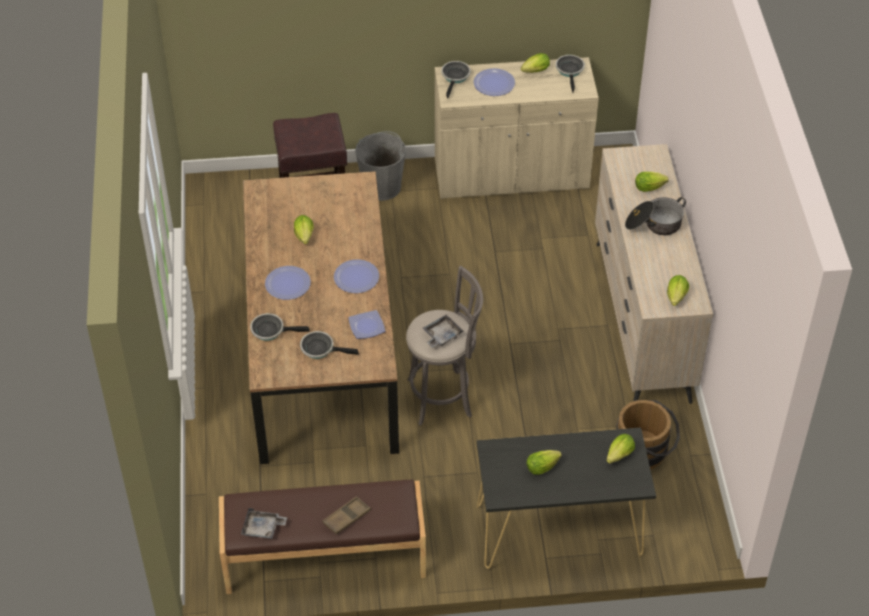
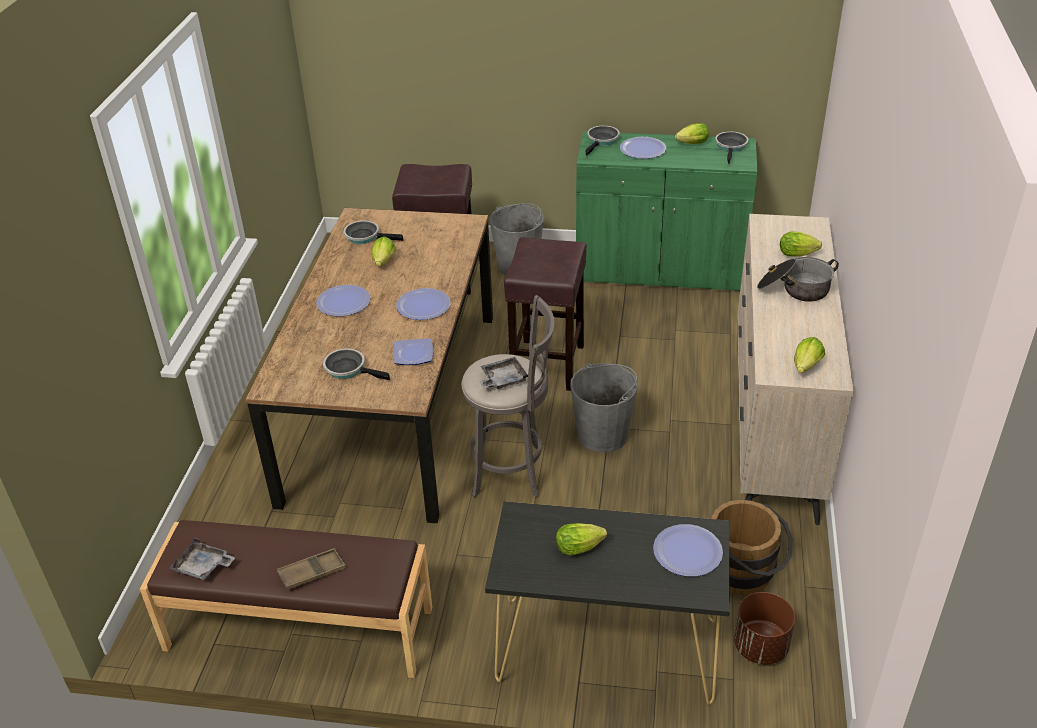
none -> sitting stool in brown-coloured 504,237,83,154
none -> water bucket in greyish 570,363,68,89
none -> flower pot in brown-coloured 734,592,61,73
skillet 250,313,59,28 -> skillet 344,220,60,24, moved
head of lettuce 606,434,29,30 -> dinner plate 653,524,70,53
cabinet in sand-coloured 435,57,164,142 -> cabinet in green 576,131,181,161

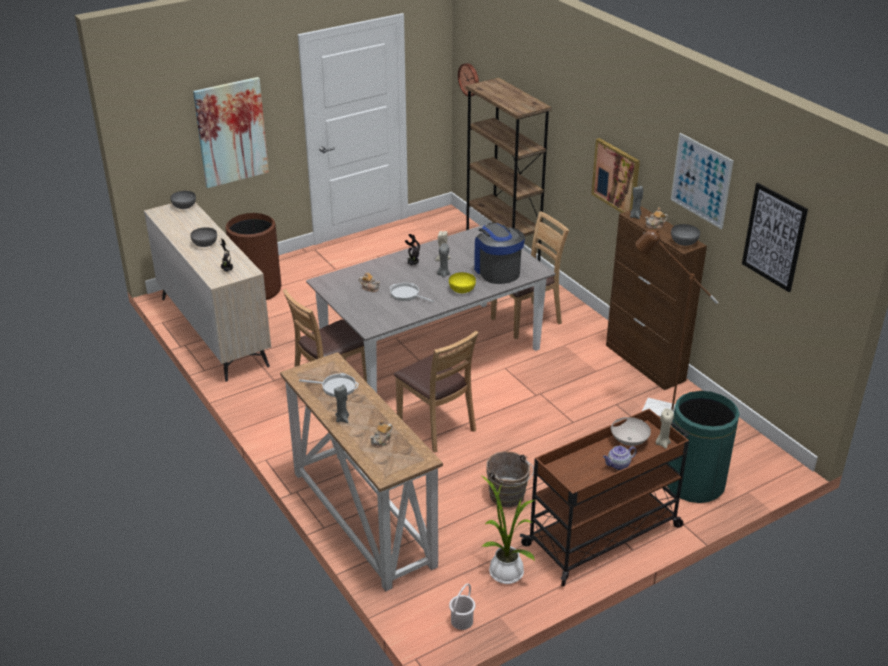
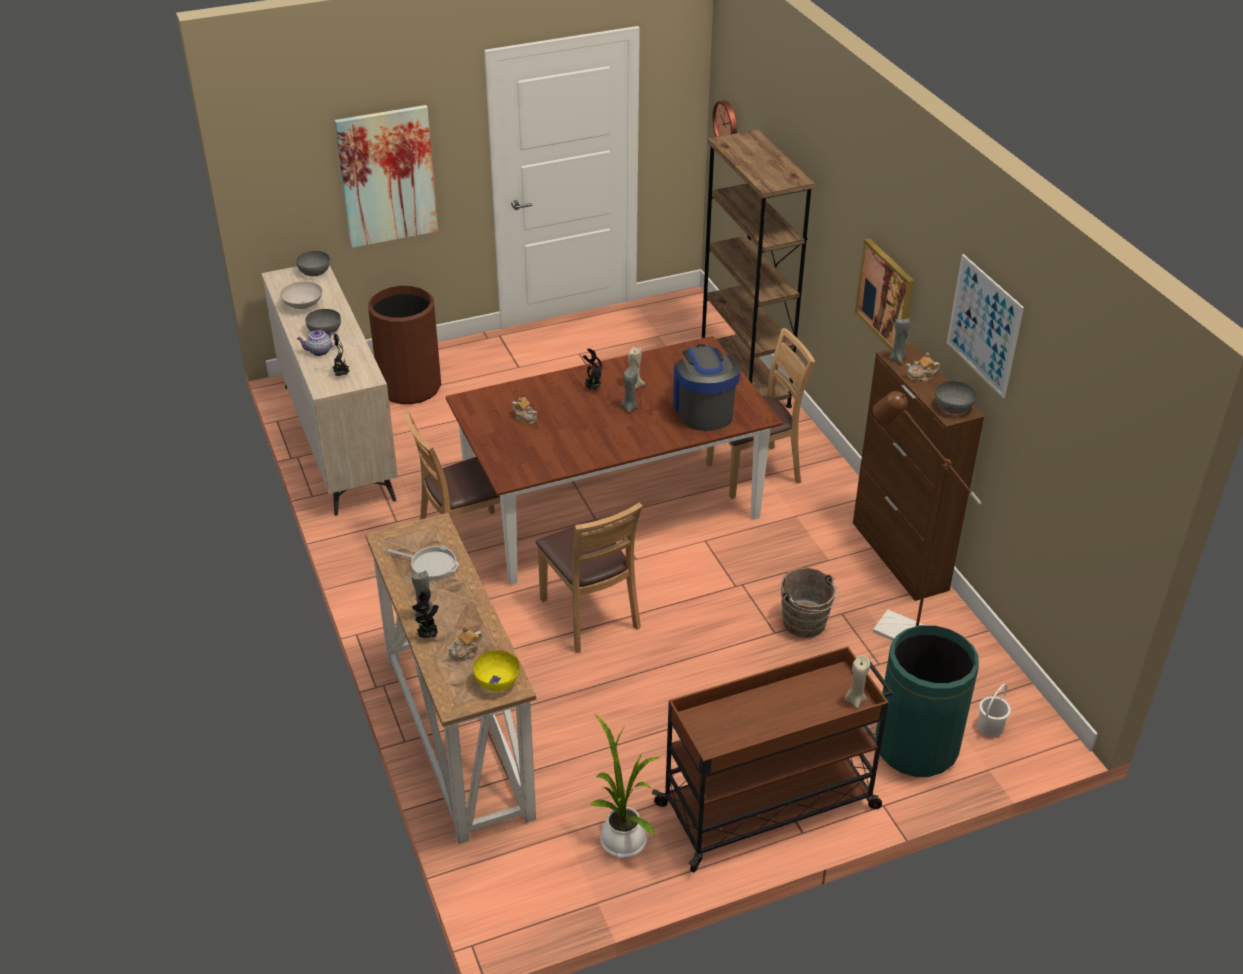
skillet 389,283,45,19 -> none
wall picture 742,183,66,109 -> none
none -> potted plant 412,587,27,51
serving bowl in yellow 449,272,27,21 -> serving bowl in yellow 473,650,47,41, moved
water bucket in white 449,583,26,47 -> water bucket in white 977,684,34,53, moved
water bucket in brown-coloured 486,451,48,56 -> water bucket in brown-coloured 781,568,59,70, moved
teapot 603,446,34,24 -> teapot 297,330,42,26, moved
serving bowl in white 611,417,40,29 -> serving bowl in white 280,282,42,27, moved
dinner table in greyish 306,224,249,169 -> dinner table in brown-coloured 446,336,337,249

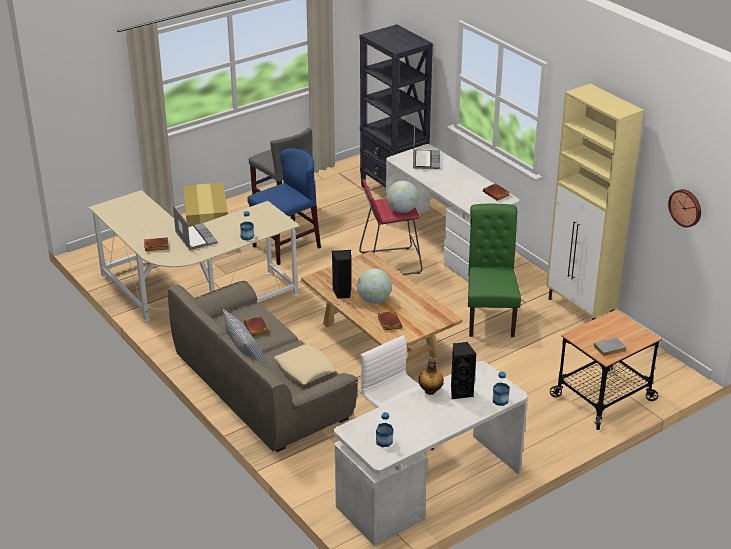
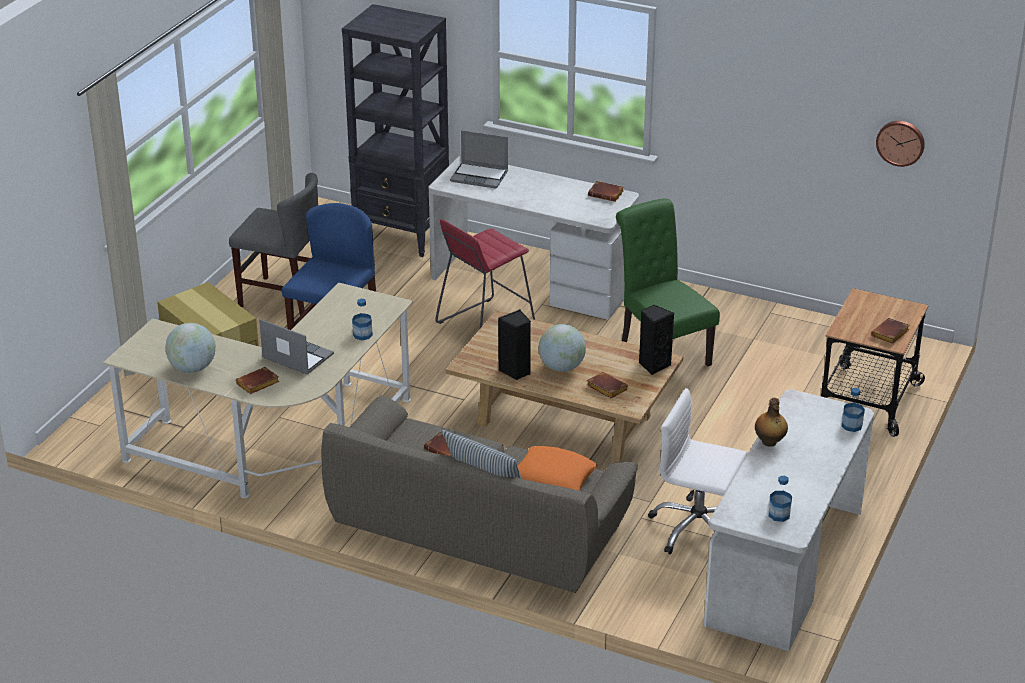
cabinet in sand-coloured 547,84,97,236 -> none
globe 386,181,33,32 -> globe 165,323,51,50, moved
audio speaker in blackish 451,342,25,57 -> audio speaker in blackish 639,304,35,71, moved
pillow in sand-coloured 274,344,61,40 -> pillow in orange 518,446,80,45
book in greyish 594,338,33,19 -> book in brown-coloured 871,318,38,26
portable computer 413,126,27,43 -> portable computer 450,130,58,59, 135 degrees clockwise

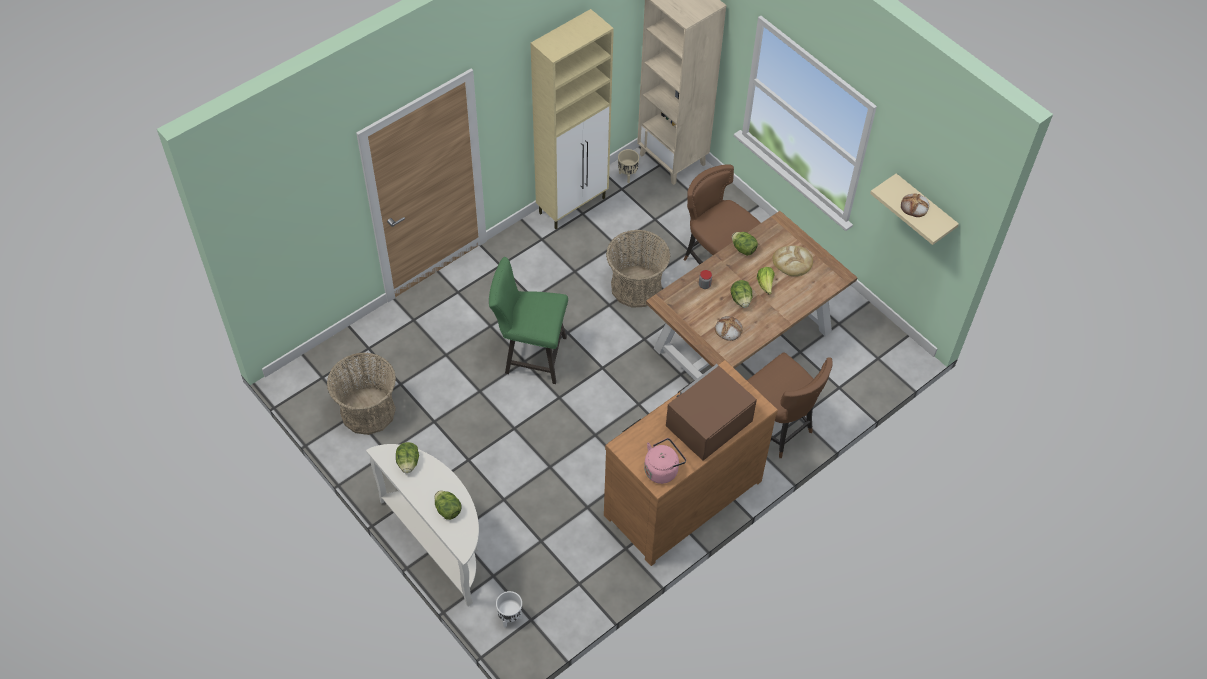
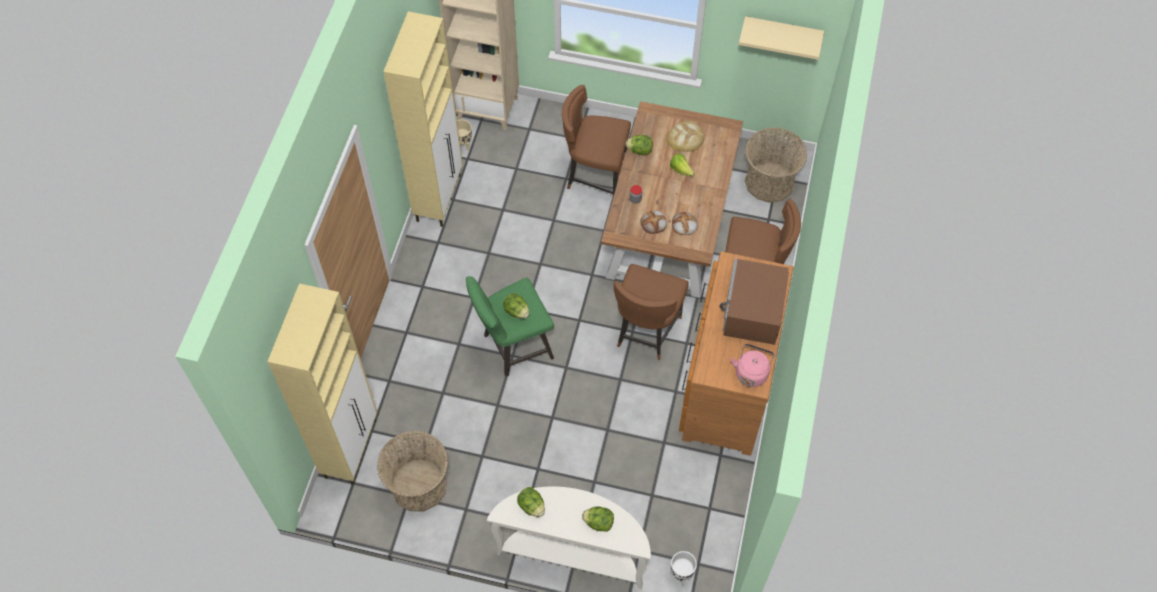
none -> cabinet in sand-coloured 267,283,110,202
none -> plain chair in brown-coloured 614,264,75,96
storage basket 606,230,64,78 -> storage basket 745,128,62,75, moved
head of lettuce 730,280,22,28 -> head of lettuce 503,293,26,26, moved
baked bread 901,193,28,24 -> baked bread 640,211,27,23, moved

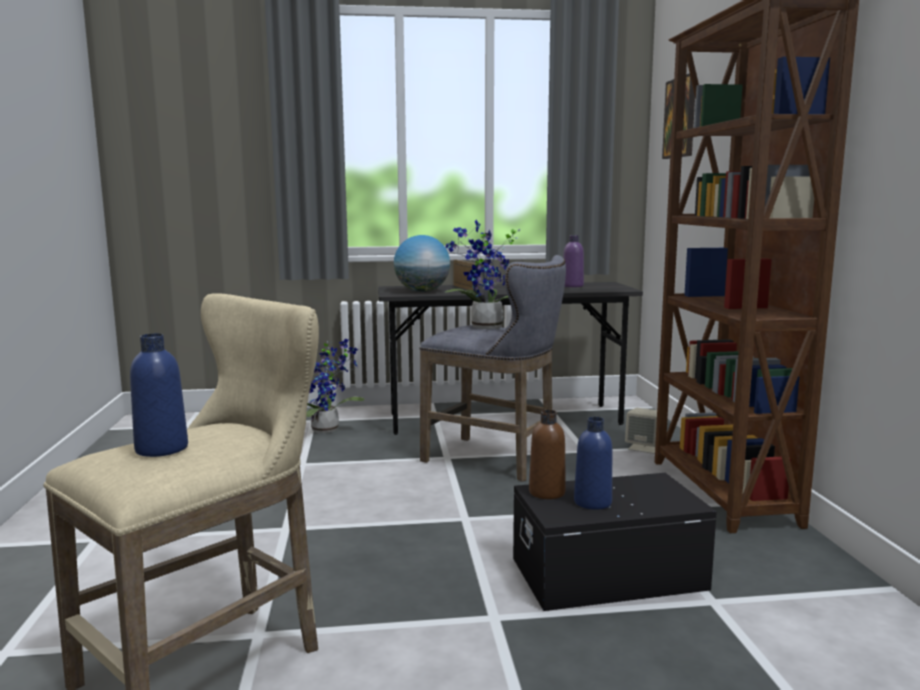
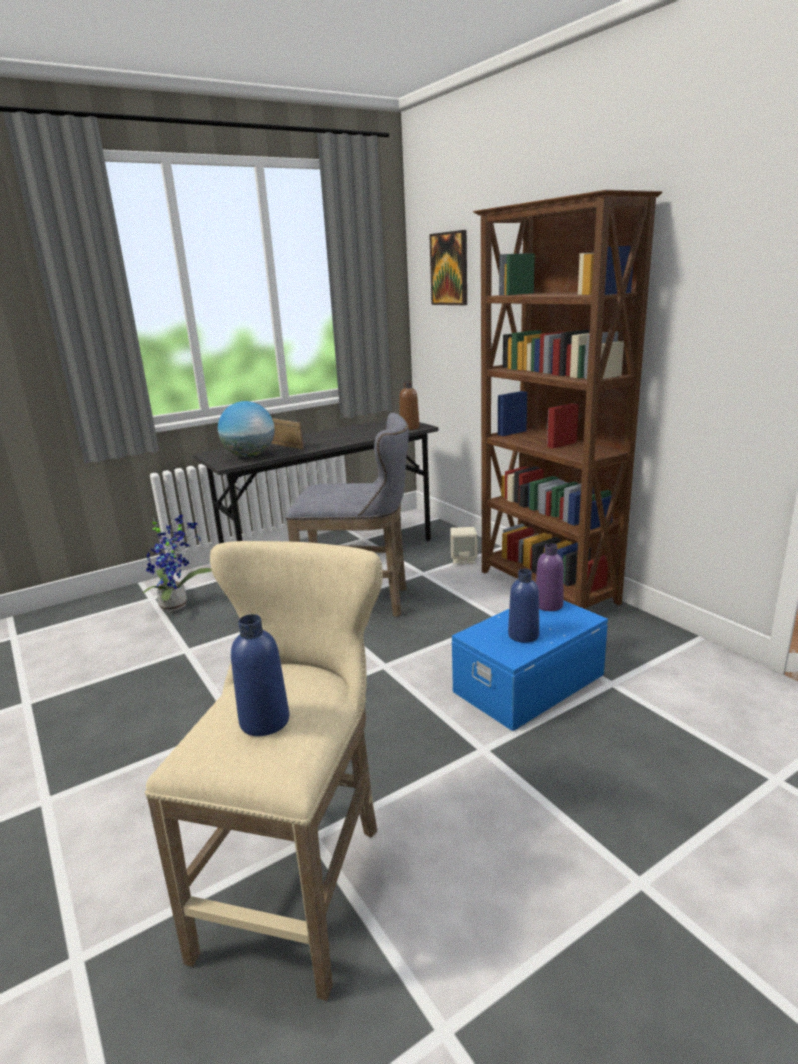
potted plant 445,220,75,109 -> none
drink bottle in brown-coloured 529,410,37,89 -> drink bottle in brown-coloured 399,381,20,49, moved
drink bottle in purple 563,235,21,52 -> drink bottle in purple 536,543,28,68, moved
storage container in blackish 513,473,204,138 -> storage container in blue 452,600,156,131

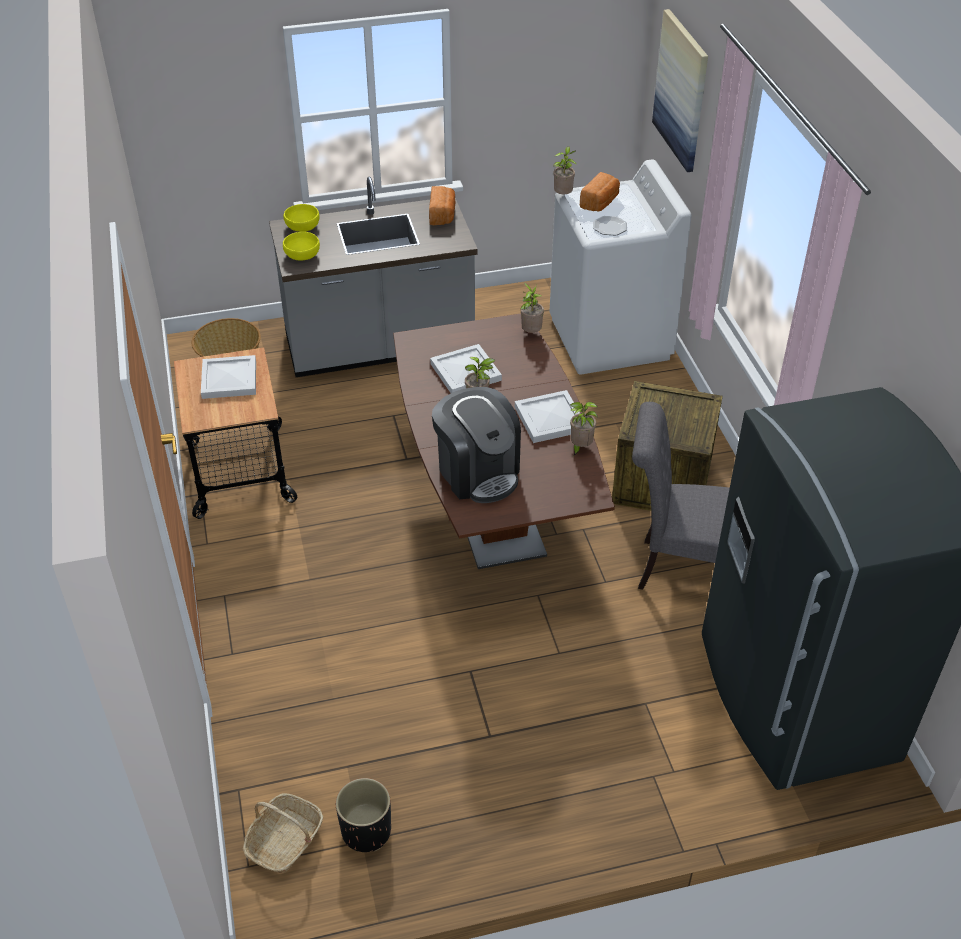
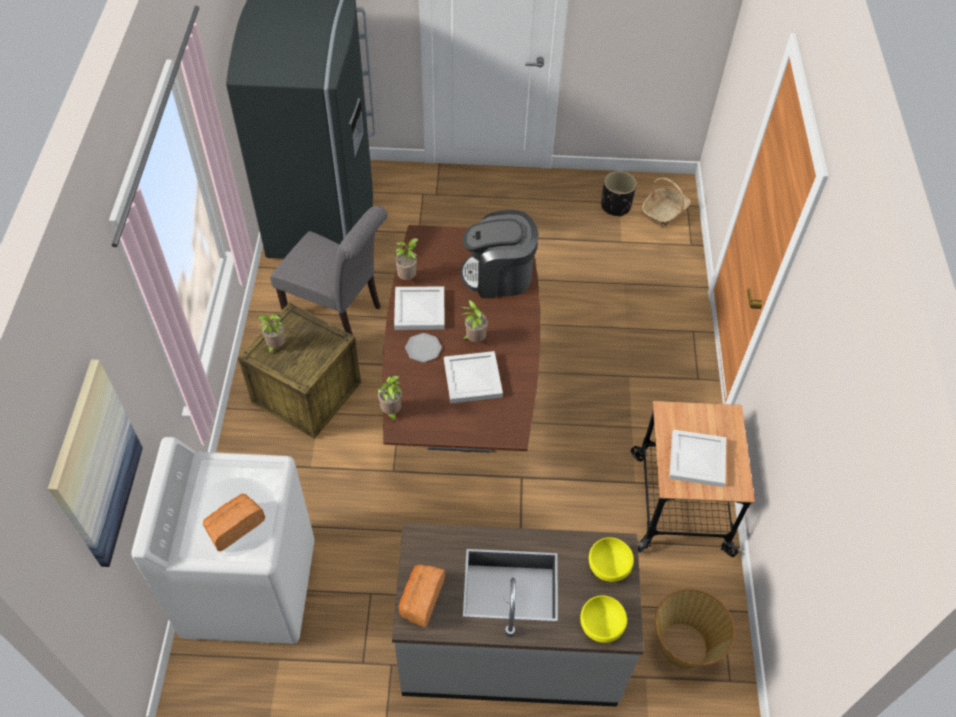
potted plant 553,146,23,48 -> potted plant 257,314,28,41, moved
dinner plate 593,216,34,19 -> dinner plate 405,333,37,30, moved
coffee maker 432,387,89,116 -> coffee maker 460,210,78,88, 75 degrees counterclockwise

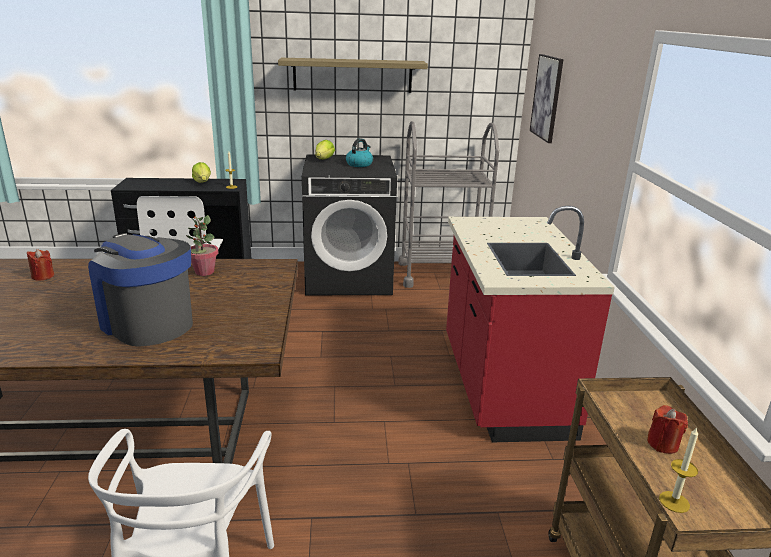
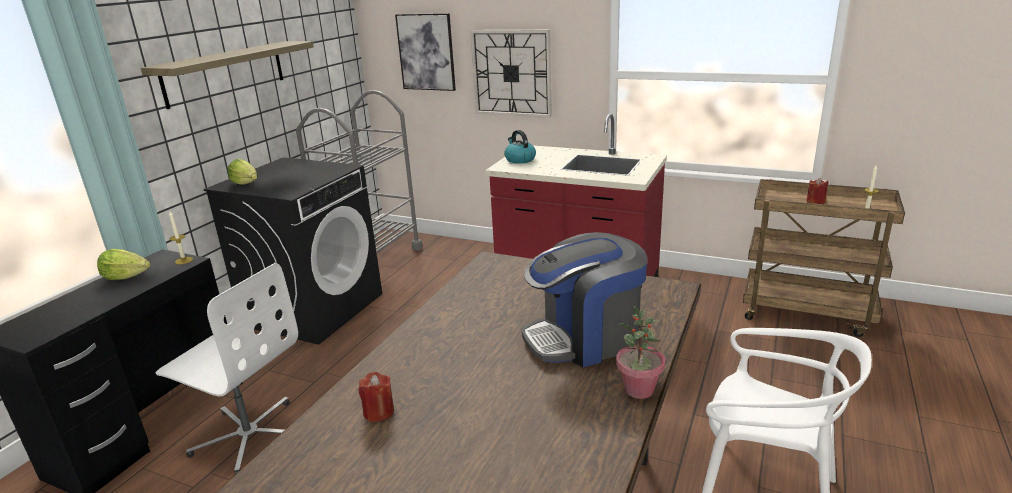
none -> wall clock 470,30,82,88
potted plant 186,215,33,61 -> potted plant 616,306,49,93, moved
tea kettle 346,138,27,29 -> tea kettle 504,130,32,34, moved

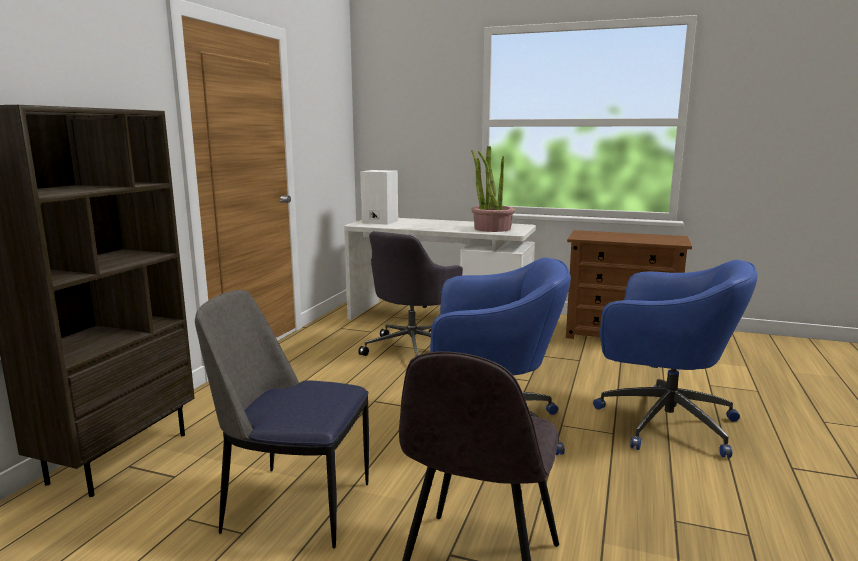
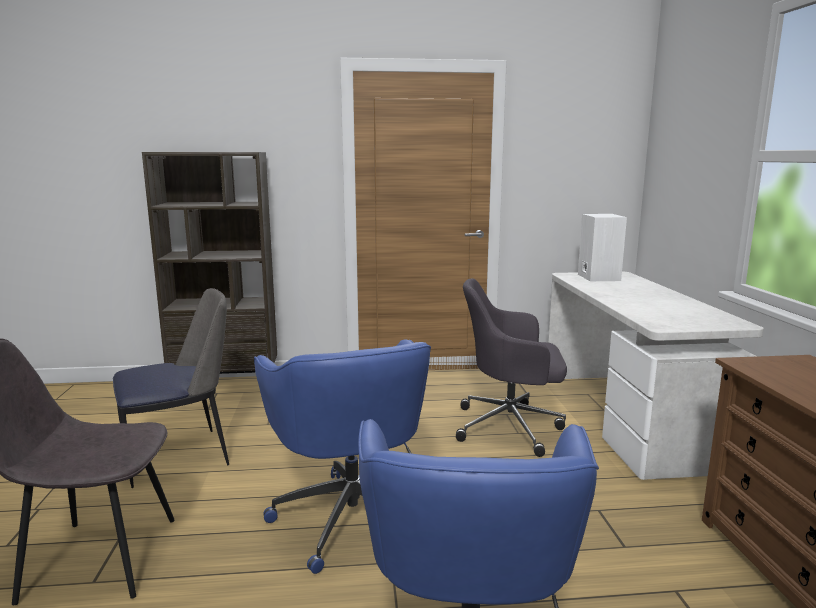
potted plant 471,146,44,86 -> none
plain chair 195,290,174,259 -> plain chair 113,288,116,200, 75 degrees clockwise

